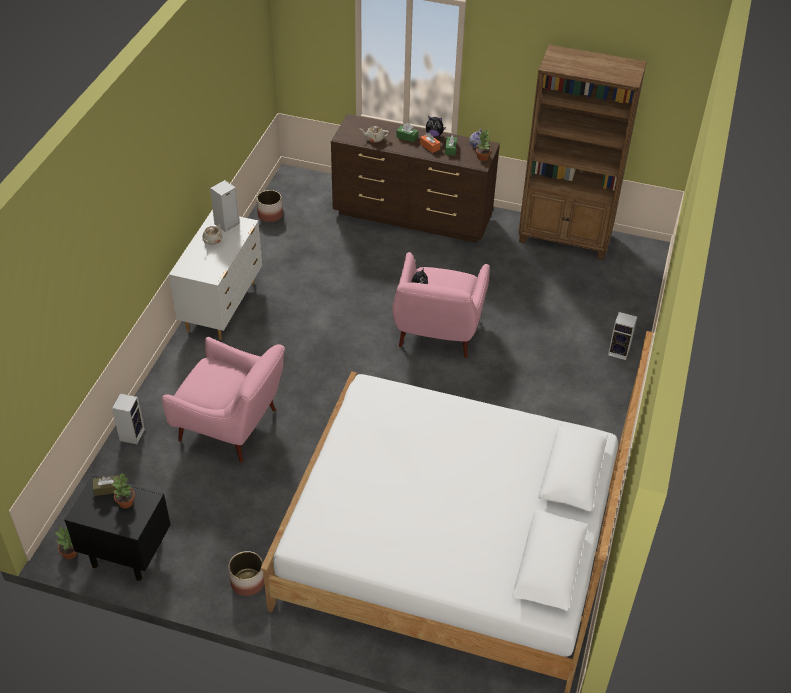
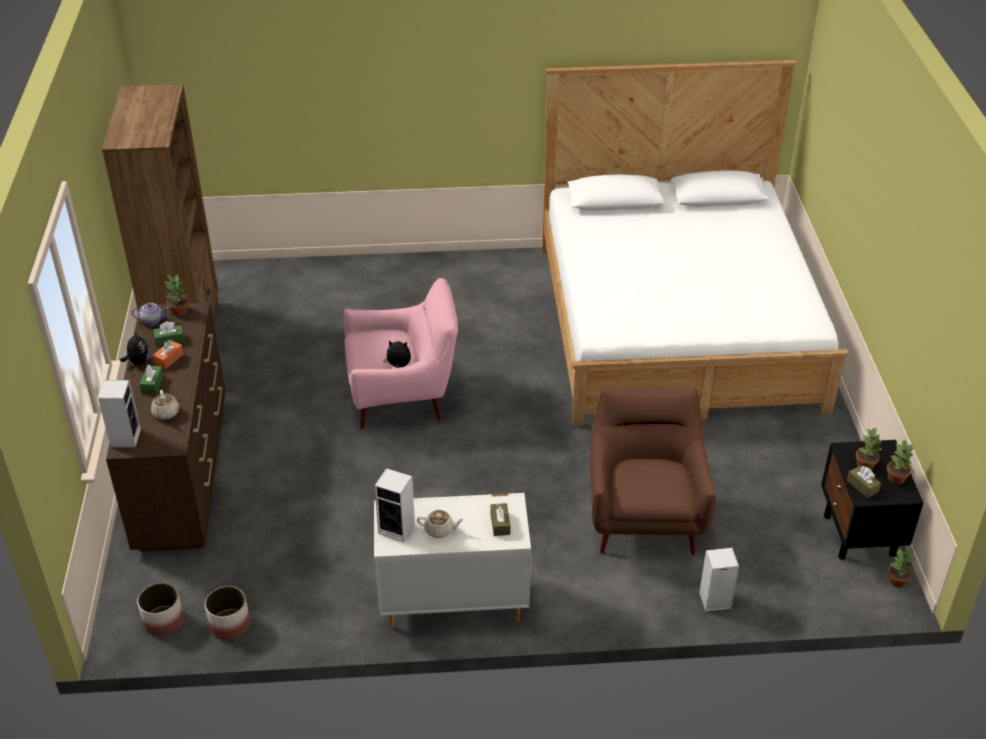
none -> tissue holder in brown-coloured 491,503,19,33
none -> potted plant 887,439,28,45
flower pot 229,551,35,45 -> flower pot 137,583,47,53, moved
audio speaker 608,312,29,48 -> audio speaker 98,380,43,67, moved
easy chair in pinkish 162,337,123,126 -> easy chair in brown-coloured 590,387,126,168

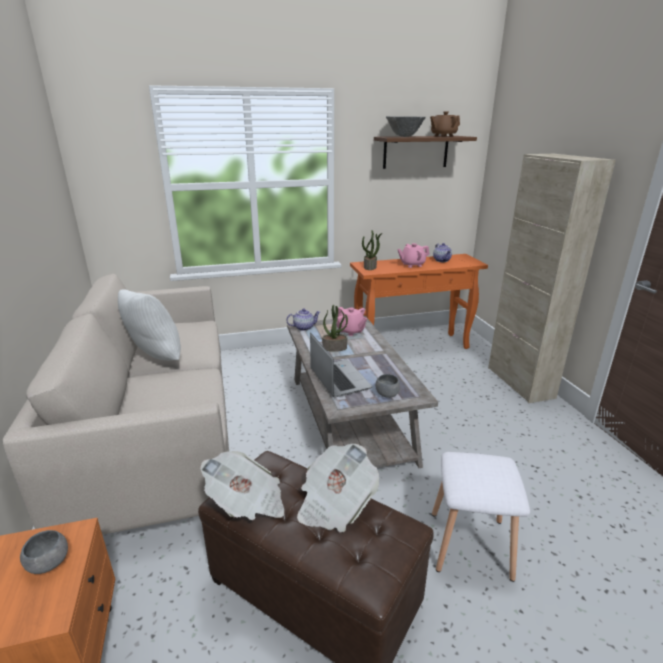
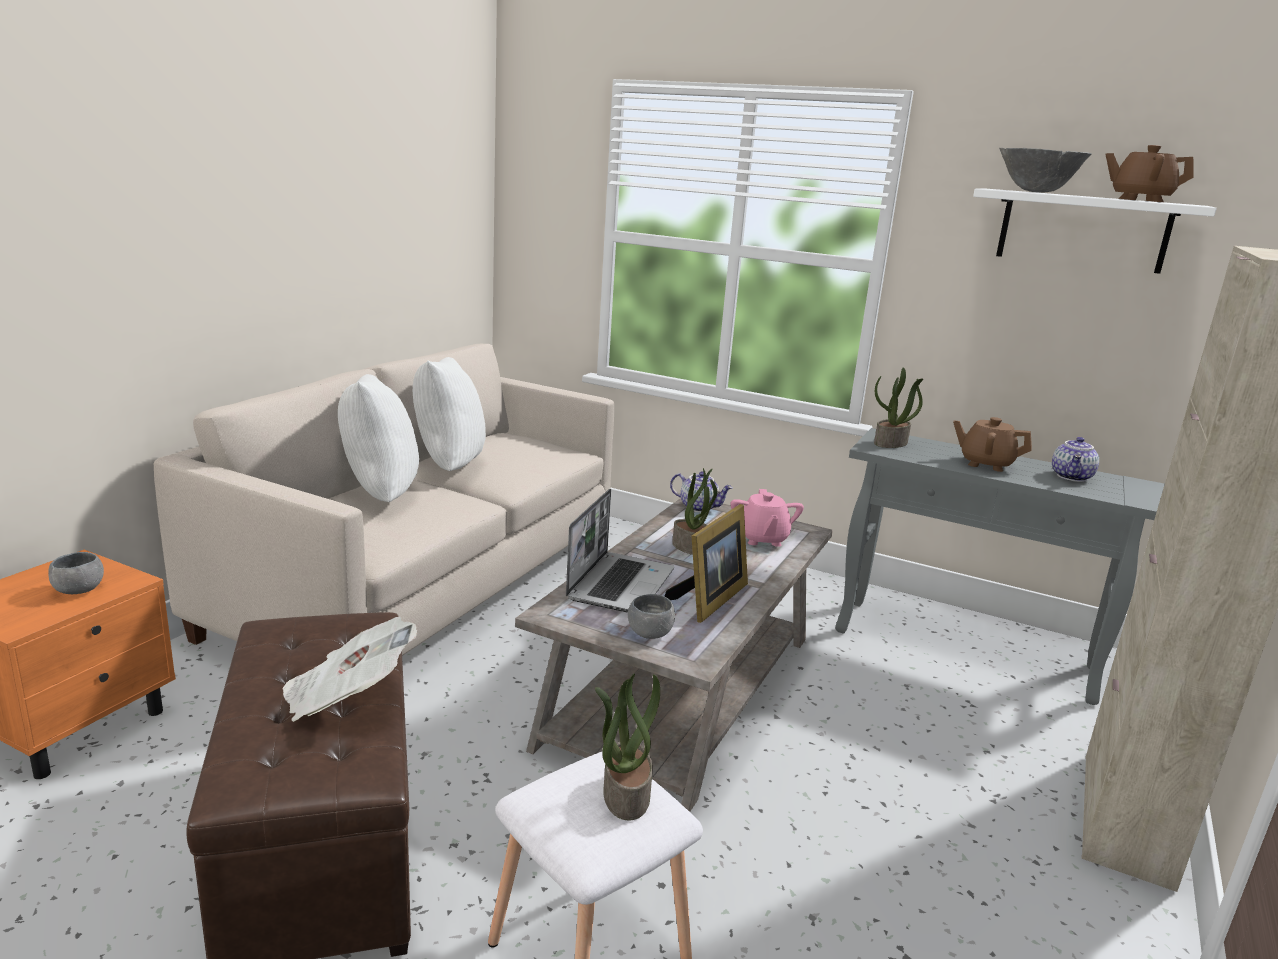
printed paper 200,451,85,69 -> none
none -> pillow in white 338,374,81,128
none -> potted plant 595,674,65,147
none -> standing frame 665,504,83,119
console table in orange 350,254,138,95 -> console table in greyish 835,428,330,277
shelf in brown-coloured 374,136,103,33 -> shelf in white 973,188,243,86
teapot in pinkish 397,243,33,25 -> teapot in brown-coloured 953,417,79,55

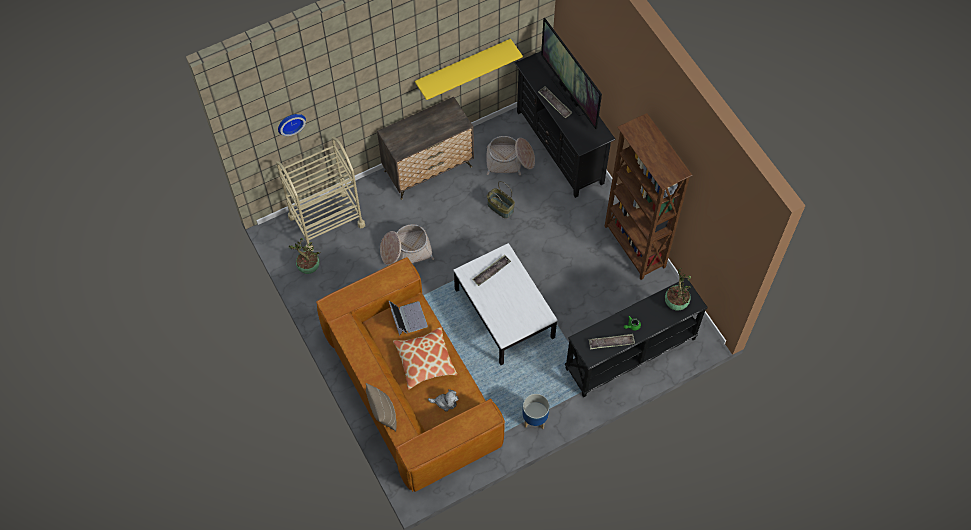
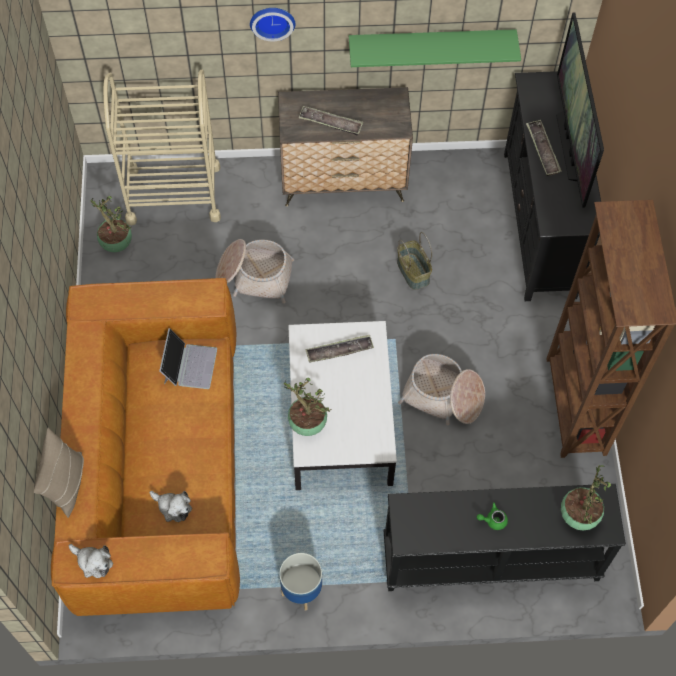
pillow 393,326,64,64 -> none
none -> cuddly toy 69,544,44,34
none -> potted plant 284,378,47,58
wall clock 278,114,28,22 -> wall clock 250,8,45,33, moved
storage basket 486,136,49,39 -> storage basket 398,354,87,71, moved
serving tray 589,334,46,16 -> serving tray 298,106,65,29, moved
shelf in yellow 415,39,108,61 -> shelf in green 349,29,172,38

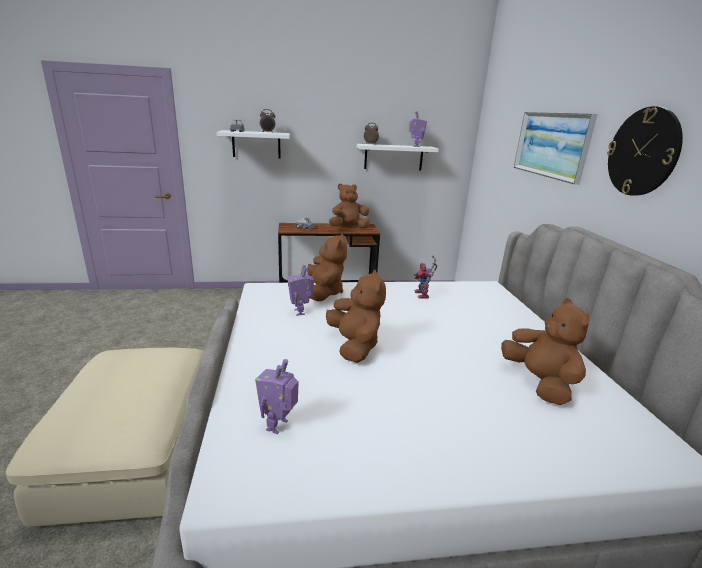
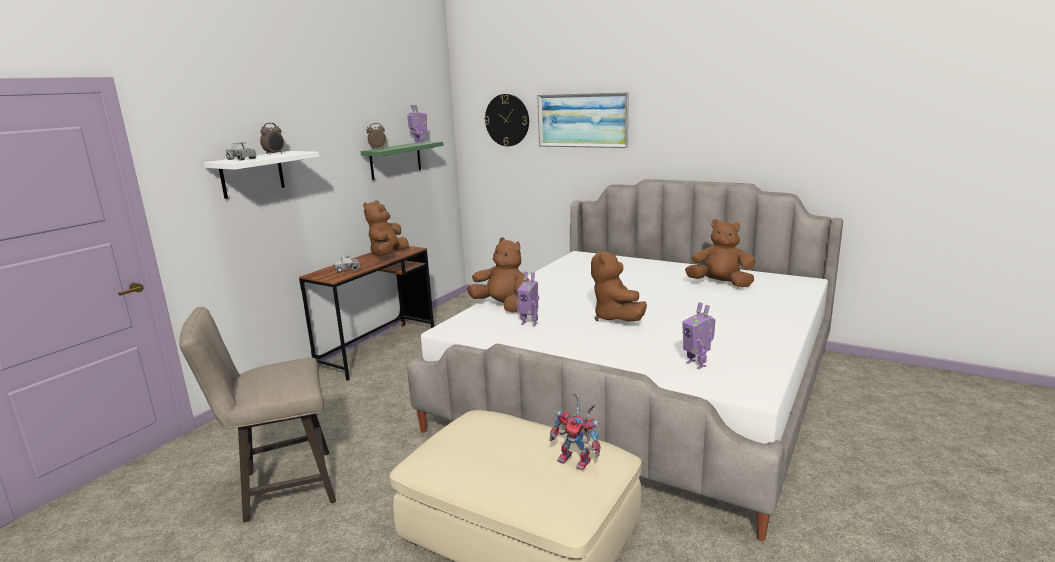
none -> sitting stool in sand-coloured 179,307,157,216
robot figure 414,256,23,43 -> robot figure 549,392,52,78, moved
wall clock 607,106,76,90 -> wall clock 484,94,45,52, moved
shelf in white 357,144,82,27 -> shelf in green 361,141,83,39
cuddly toy in brown-coloured 326,270,60,93 -> cuddly toy in brown-coloured 591,249,56,73, 120 degrees counterclockwise

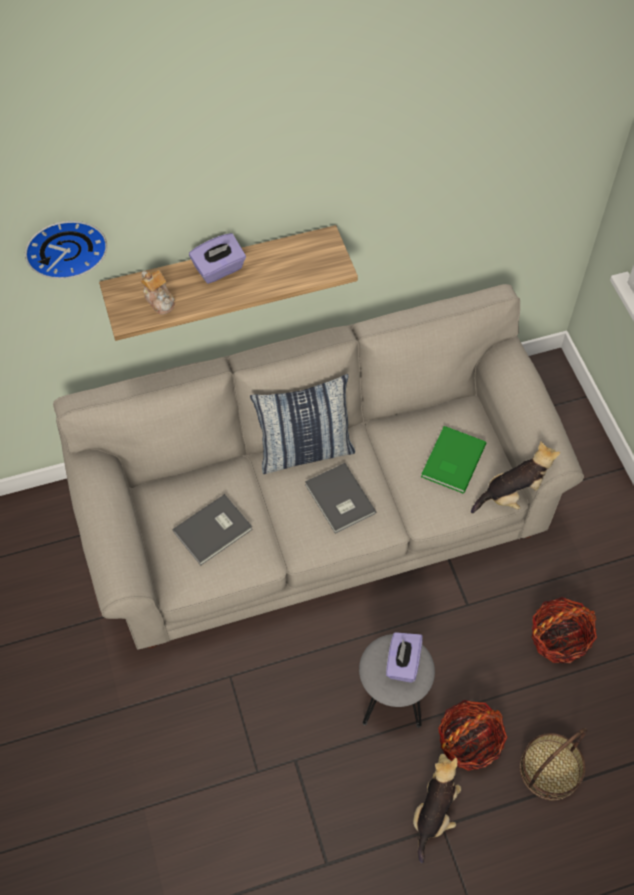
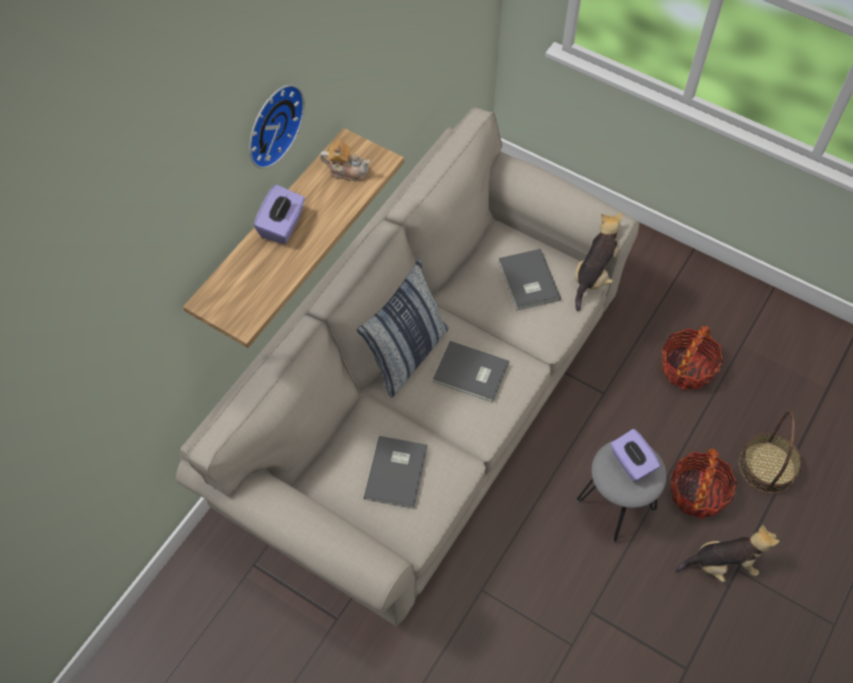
wall clock 25,221,82,58 -> wall clock 249,84,56,85, moved
teapot 140,270,35,45 -> teapot 320,140,51,42, moved
book in green 421,426,65,68 -> book in greyish 499,249,62,61
cuddly toy 413,754,48,109 -> cuddly toy 675,525,105,57, 105 degrees clockwise

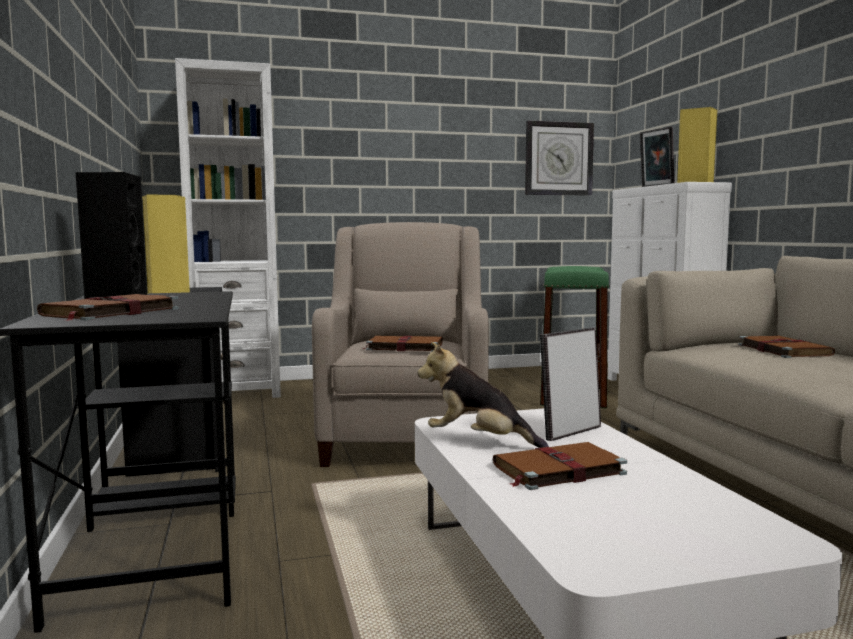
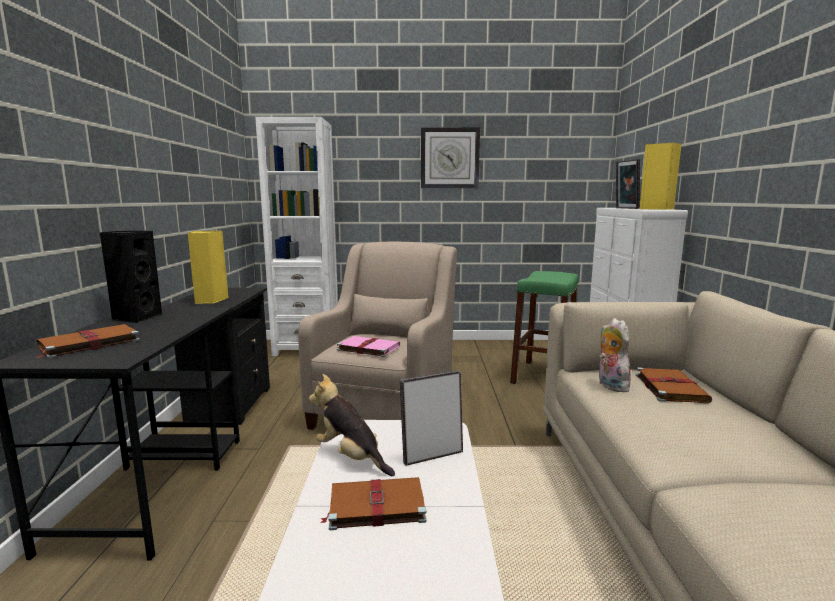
none -> cuddly toy 599,318,32,74
wall clock 525,120,69,76 -> wall clock 421,127,59,61, moved
book in brown-coloured 363,336,80,16 -> book in pinkish 337,336,63,21

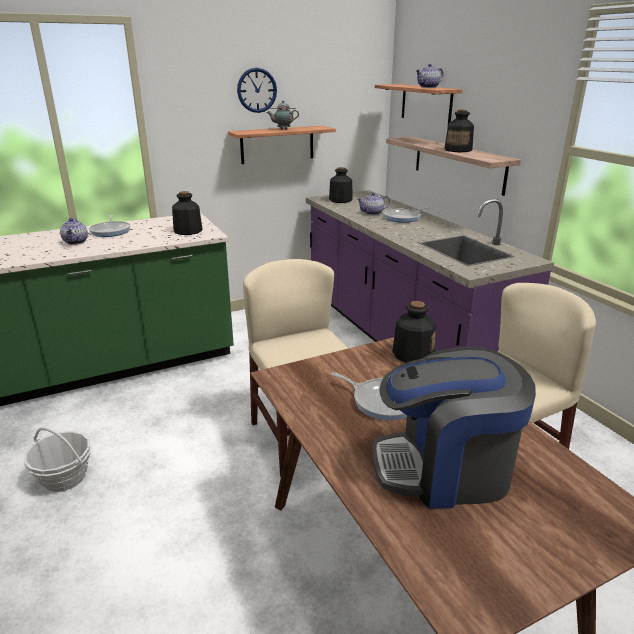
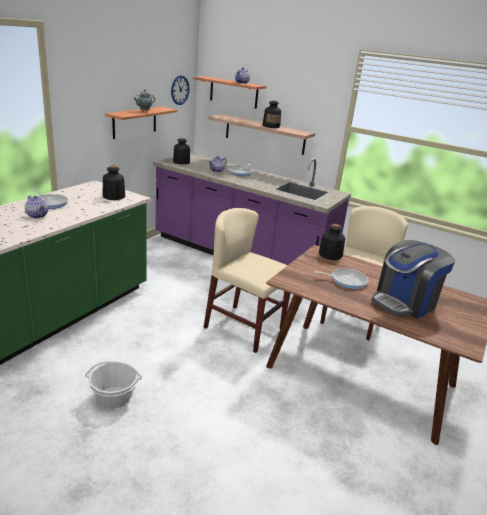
wall clock 237,68,40,45 -> wall clock 171,75,19,30, moved

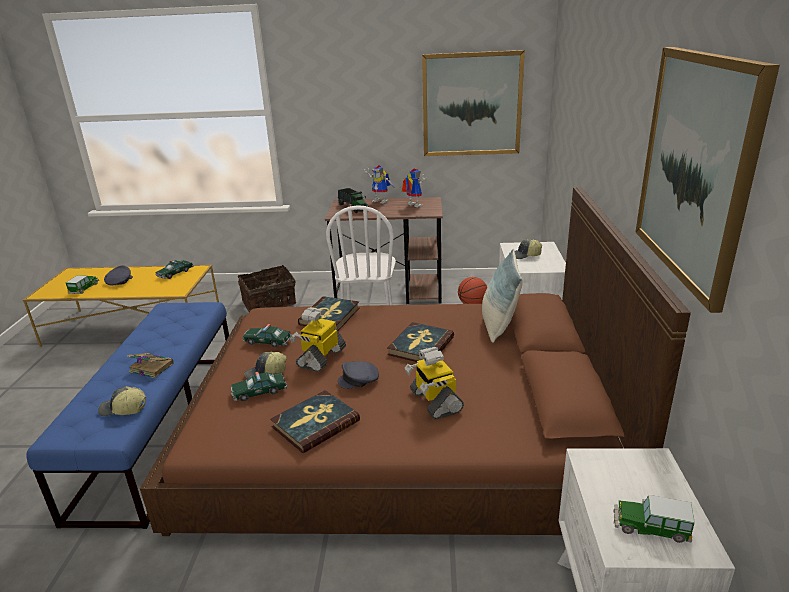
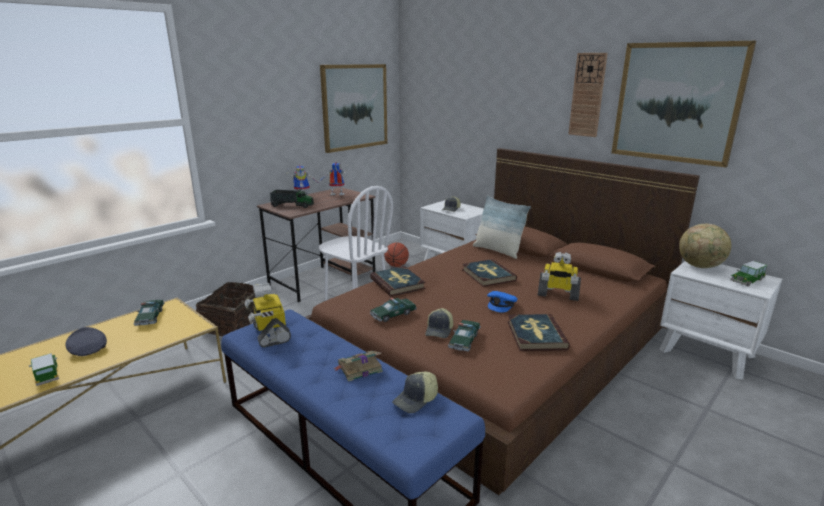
none -> wall clock 568,53,40,84
none -> globe 679,224,52,44
robot figure 290,307,56,65 -> robot figure 244,283,47,64, moved
peaked cap in greyish 338,361,41,28 -> peaked cap in blue 487,291,31,22

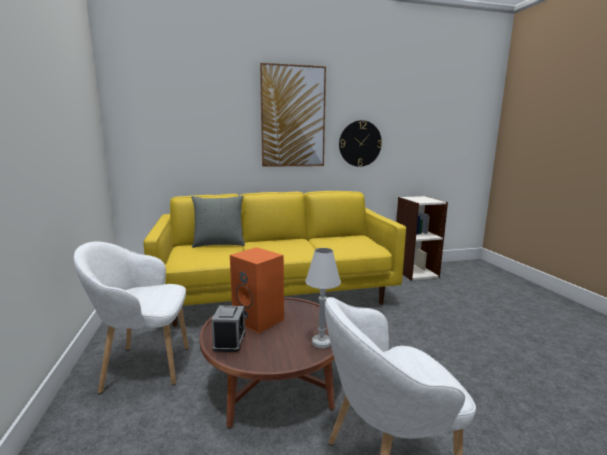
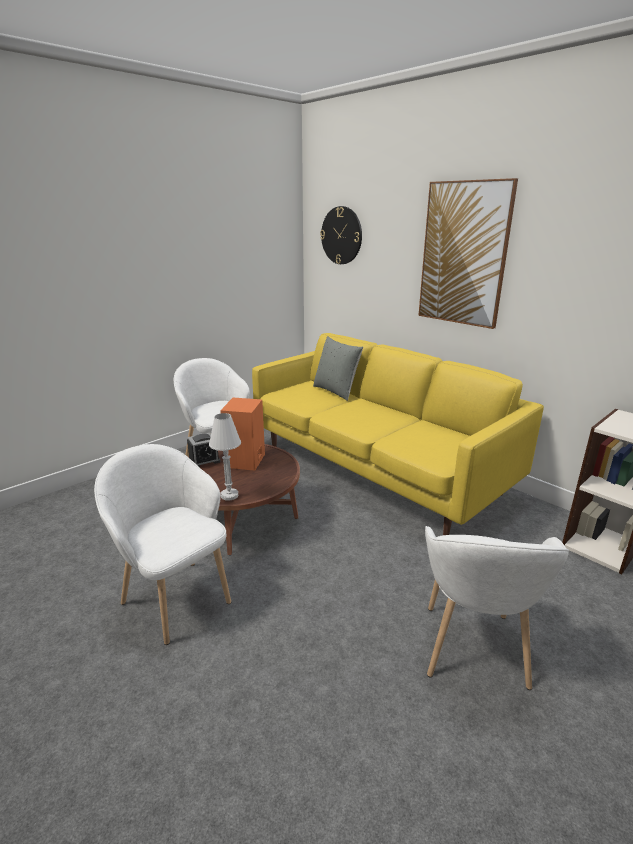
none -> easy chair in white 425,526,144,164
wall clock 339,120,43,47 -> wall clock 320,206,42,58, moved

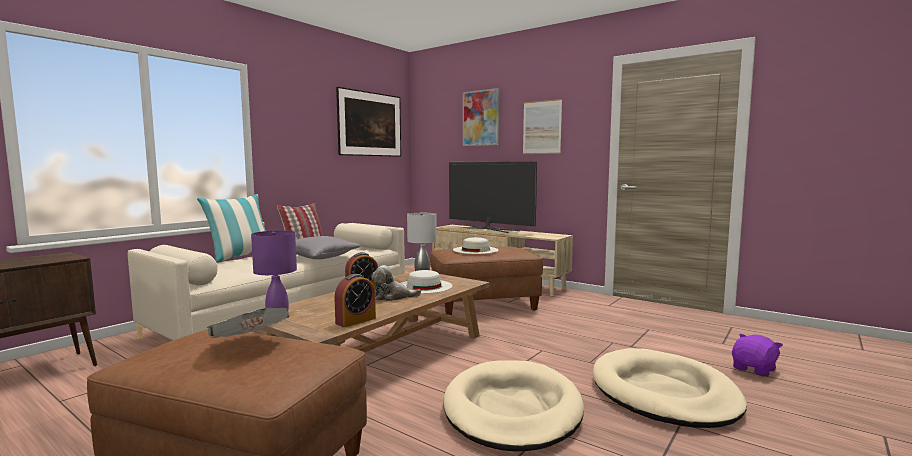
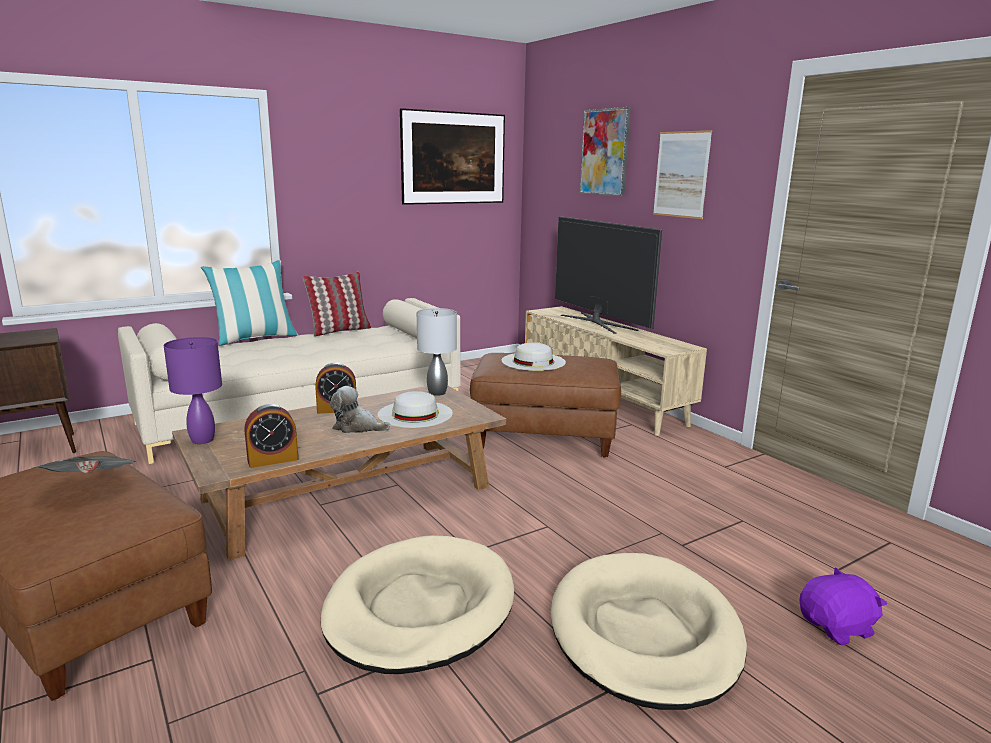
pillow in greyish 296,236,65,23 -> none

